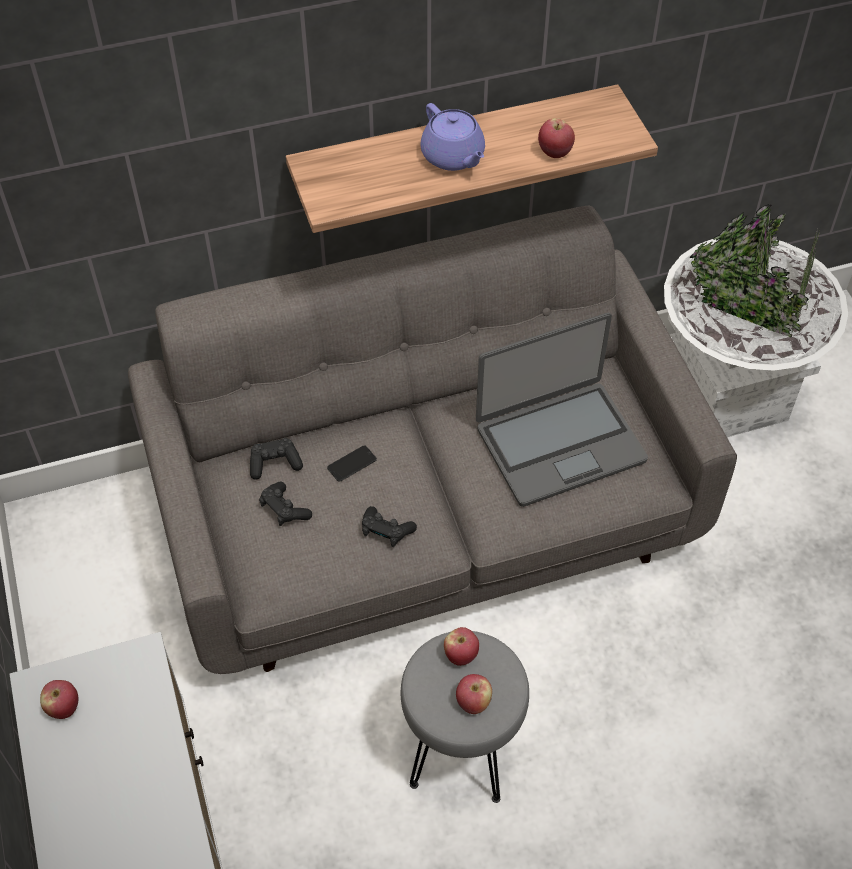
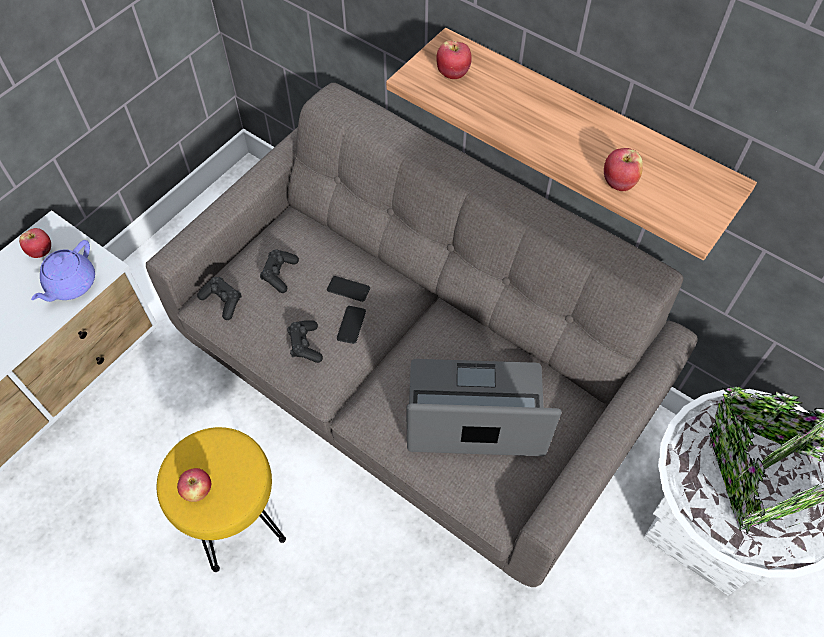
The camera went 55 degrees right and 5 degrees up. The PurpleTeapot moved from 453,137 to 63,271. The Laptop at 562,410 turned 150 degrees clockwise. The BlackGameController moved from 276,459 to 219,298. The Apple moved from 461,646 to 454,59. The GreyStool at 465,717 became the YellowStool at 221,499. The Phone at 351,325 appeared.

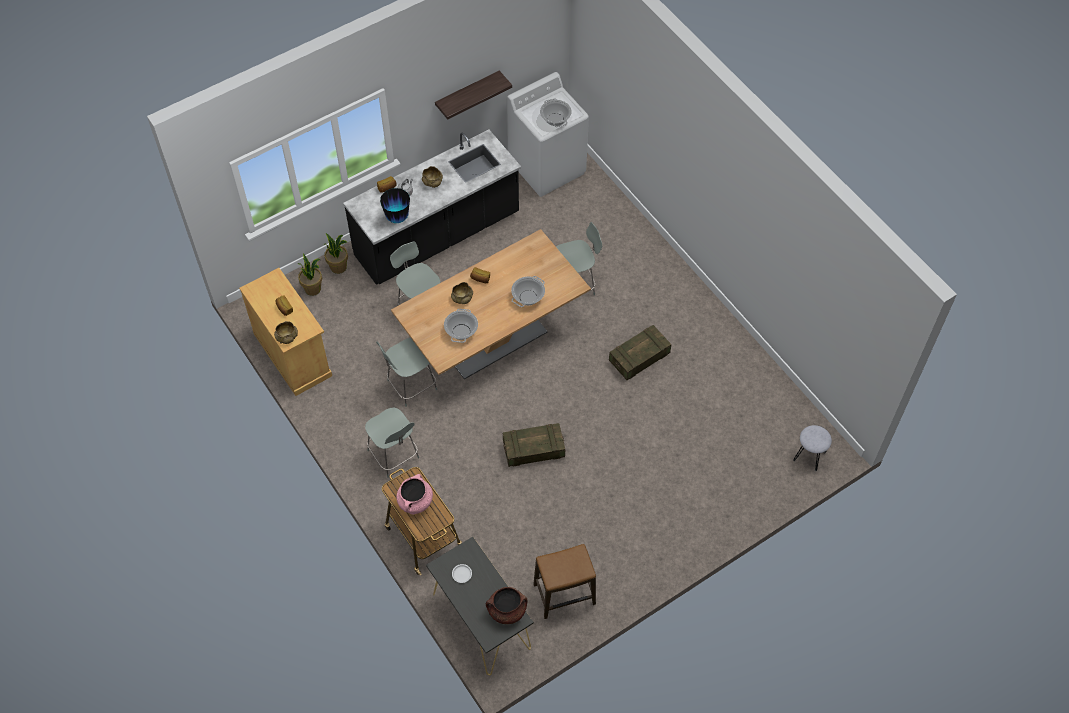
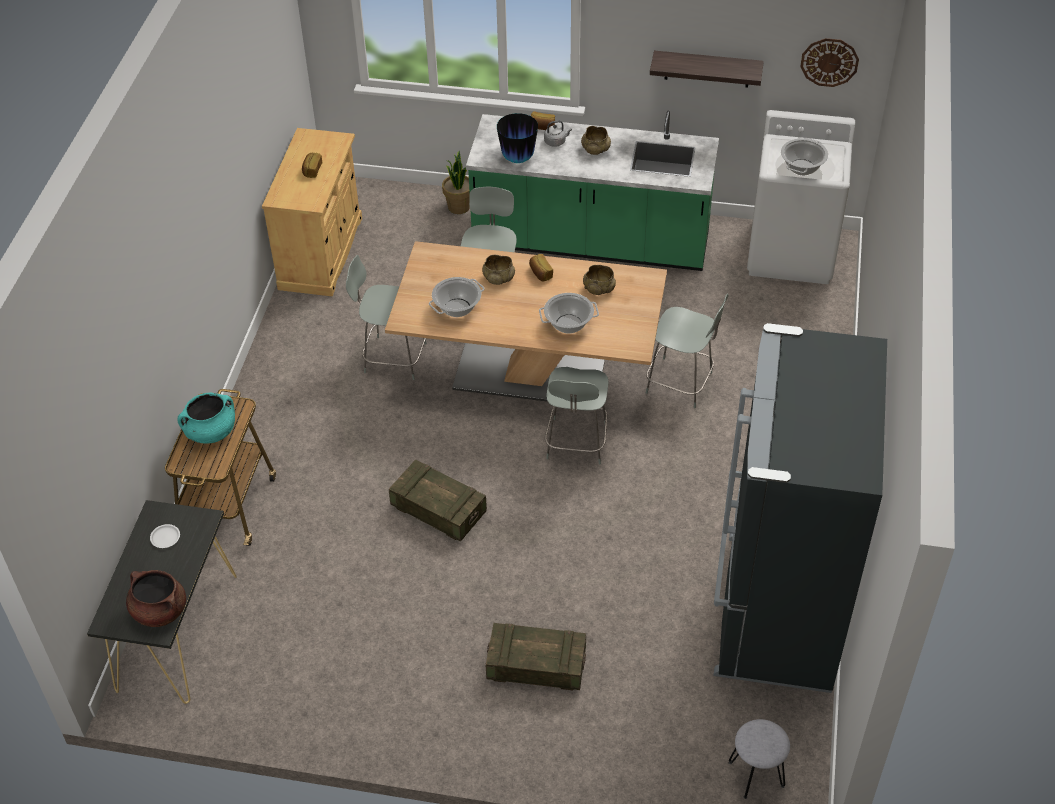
The camera went 45 degrees right and 10 degrees down. The BlackCounter at 432,207 became the GreenCounter at 592,191. The PottedPlant at 310,274 disappeared. The BeigeBowl moved from 286,332 to 599,280. The Crate moved from 640,352 to 536,656. The GreyChair moved from 392,442 to 577,415. The PinkCookingPot at 414,494 became the TurquoiseCookingPot at 206,418. The Stool at 564,581 disappeared. The WallClock at 829,62 appeared. The BlackFridge at 800,508 appeared.

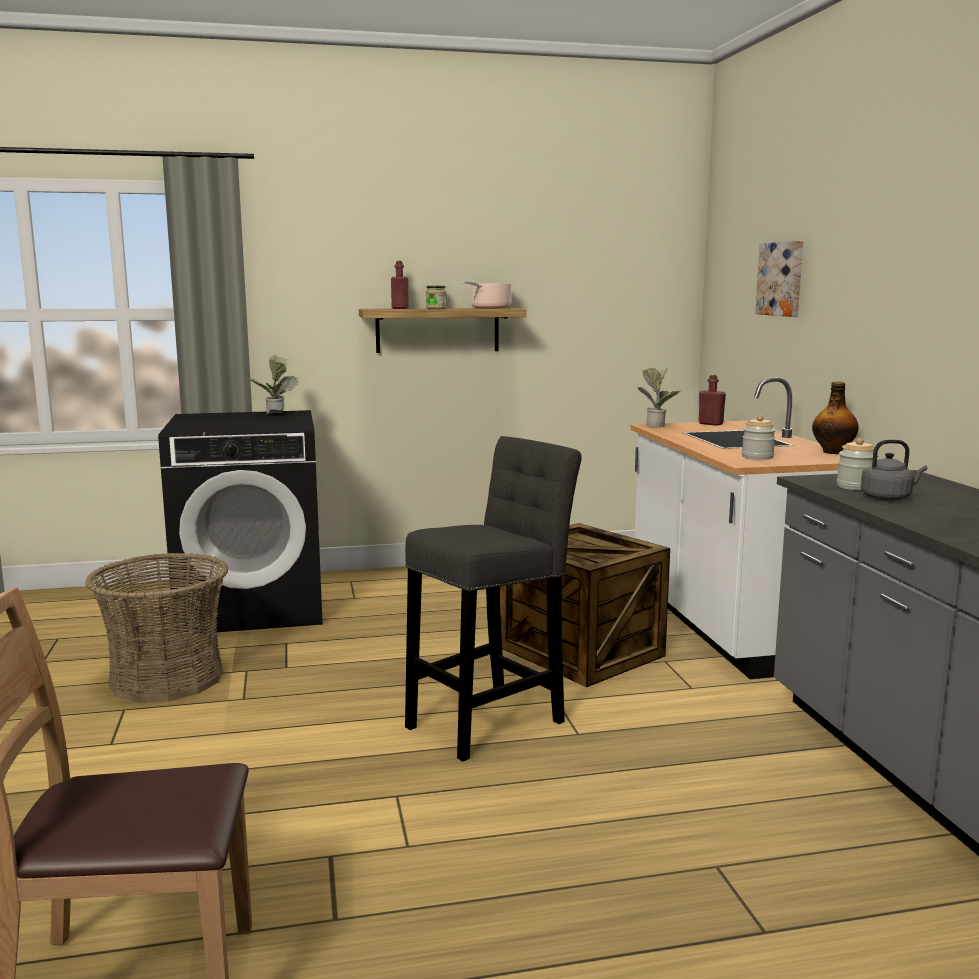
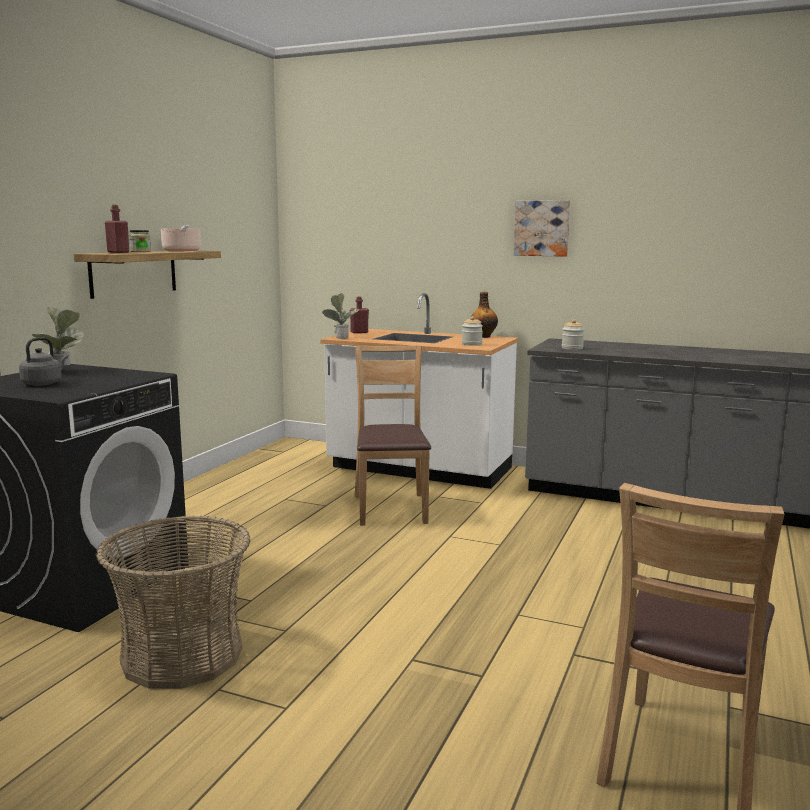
The camera went 55 degrees left and 0 degrees up. The Picture moved from 779,279 to 542,228. The GreyStool at 493,598 disappeared. The GreyKettle moved from 894,470 to 43,361. The Crate at 585,605 was replaced by the BrownChair at 393,435.

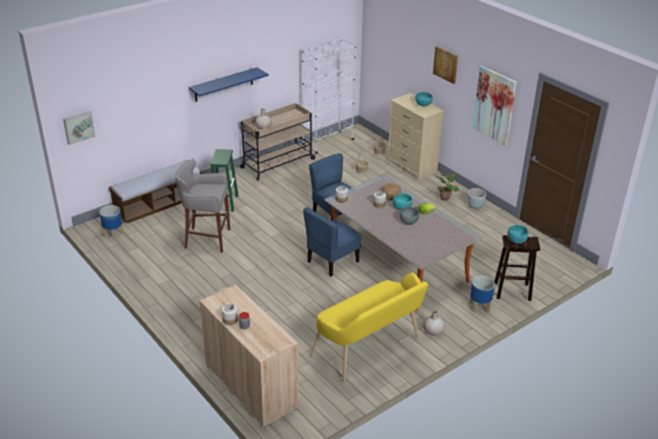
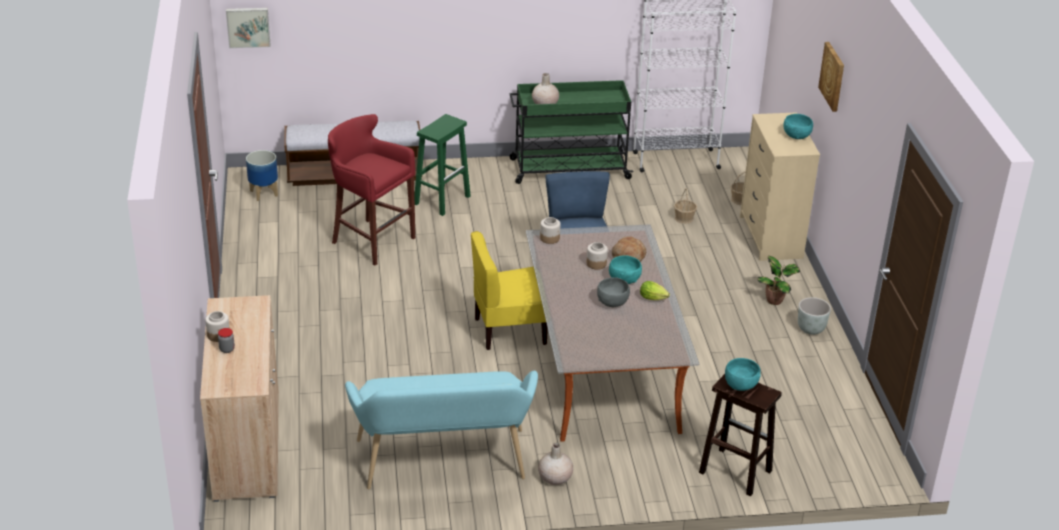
The camera went 30 degrees right and 0 degrees up. The Picture at 494,106 disappeared. The BlueShelf at 229,84 disappeared. The BeigeCart at 278,141 became the GreenCart at 571,132. The GreyStool at 202,206 became the RedStool at 371,190. The BlueChair at 332,242 became the YellowChair at 509,290. The YellowBench at 369,327 became the TurquoiseBench at 441,430. The Planter at 482,294 disappeared.

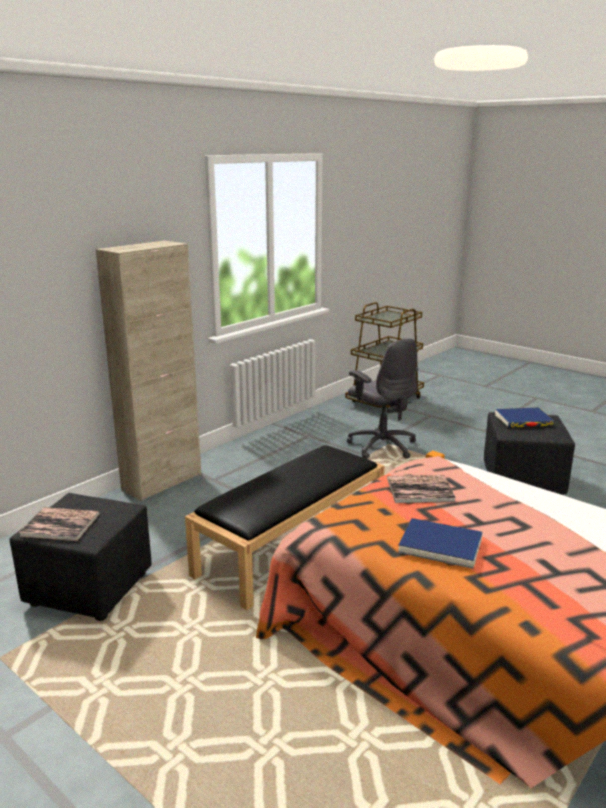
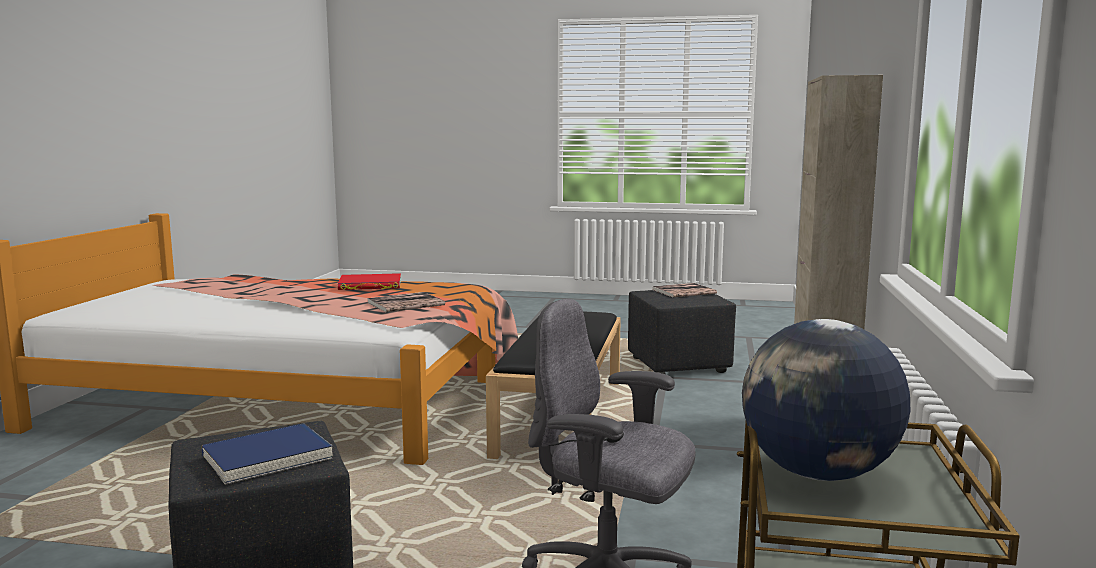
The camera went 150 degrees right and 10 degrees down. The BlueBook at 440,543 became the RedBook at 369,281. The Globe at 826,400 appeared.

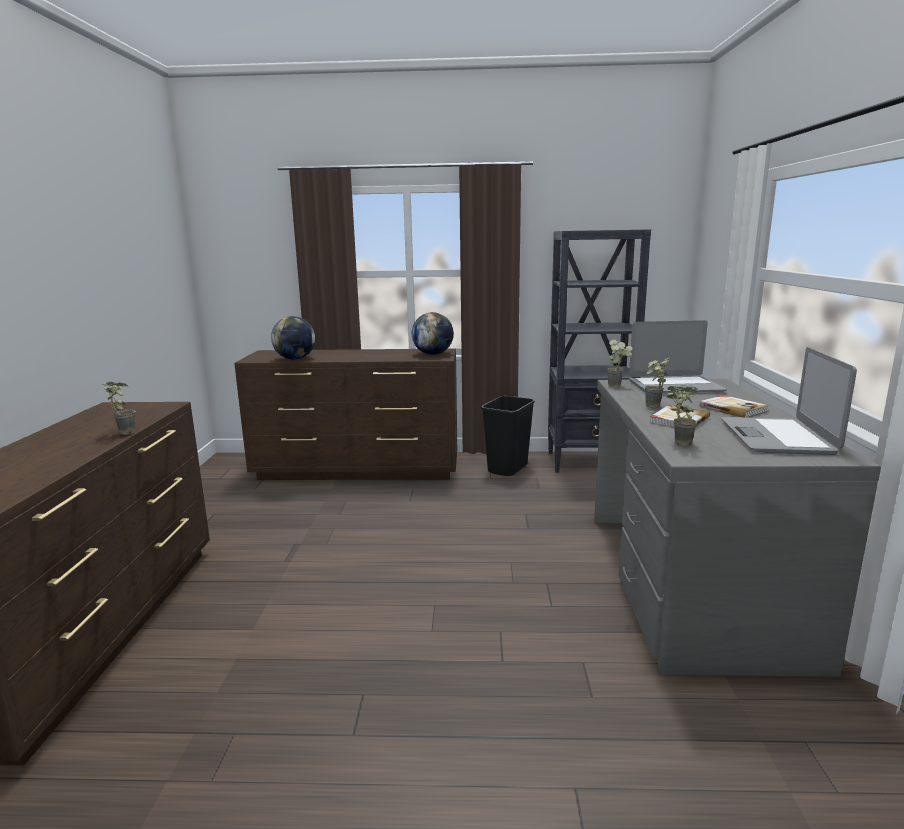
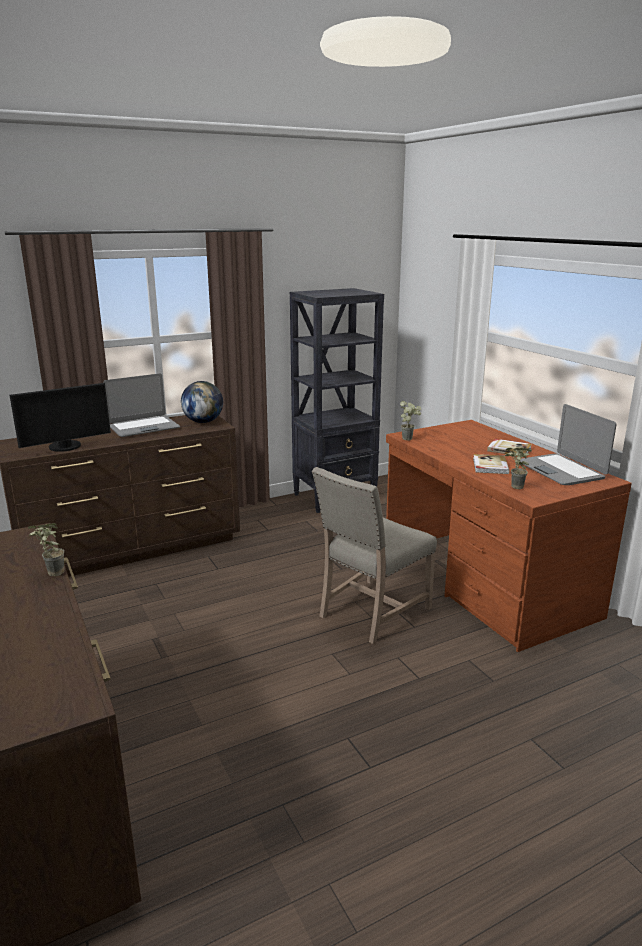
The camera went 30 degrees left and 5 degrees up. The Globe at 293,338 was replaced by the Monitor at 60,417. The Laptop moved from 678,356 to 141,405. The PottedPlant at 658,382 disappeared. The GreyDesk at 737,528 became the BrownDesk at 509,536. The BlackTrashCan at 508,436 disappeared. The BeigeChair at 374,555 appeared.

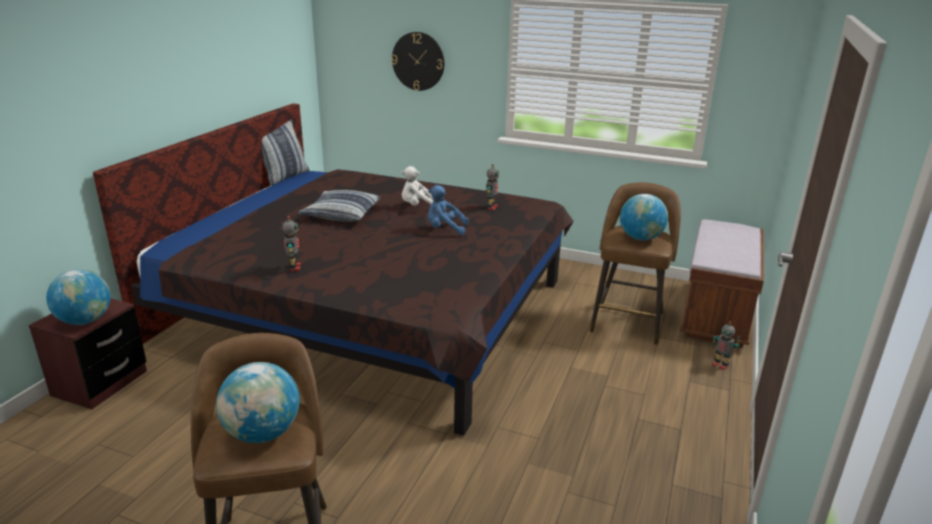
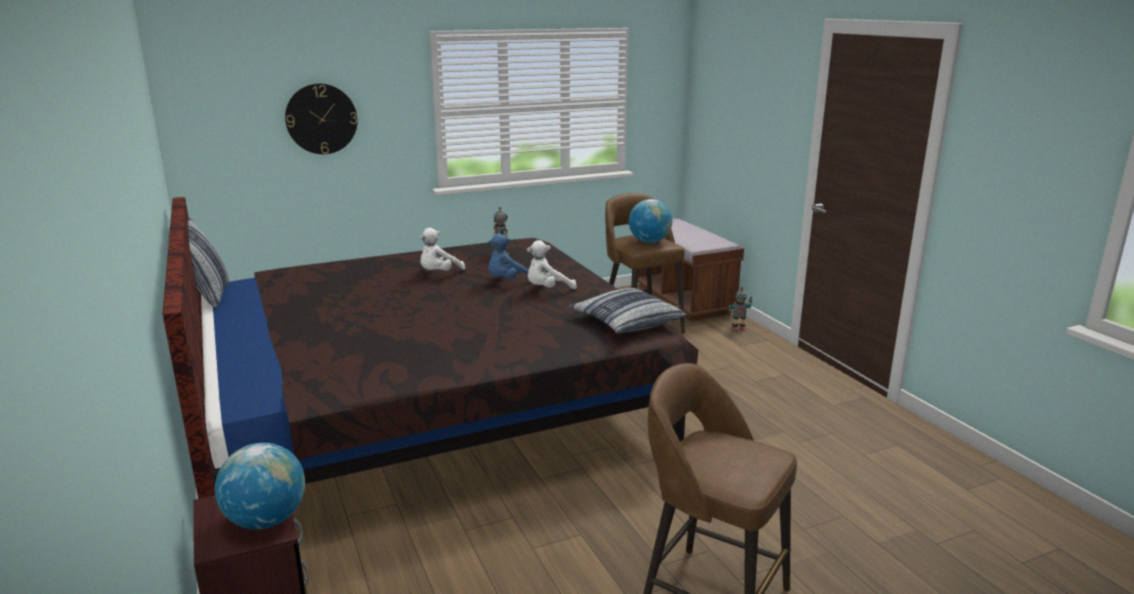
The camera went 45 degrees left and 5 degrees down. The Pillow moved from 339,206 to 627,311. The ToyRobot at 291,243 disappeared. The Globe at 258,402 disappeared. The WhitePlushToy at 552,264 appeared.

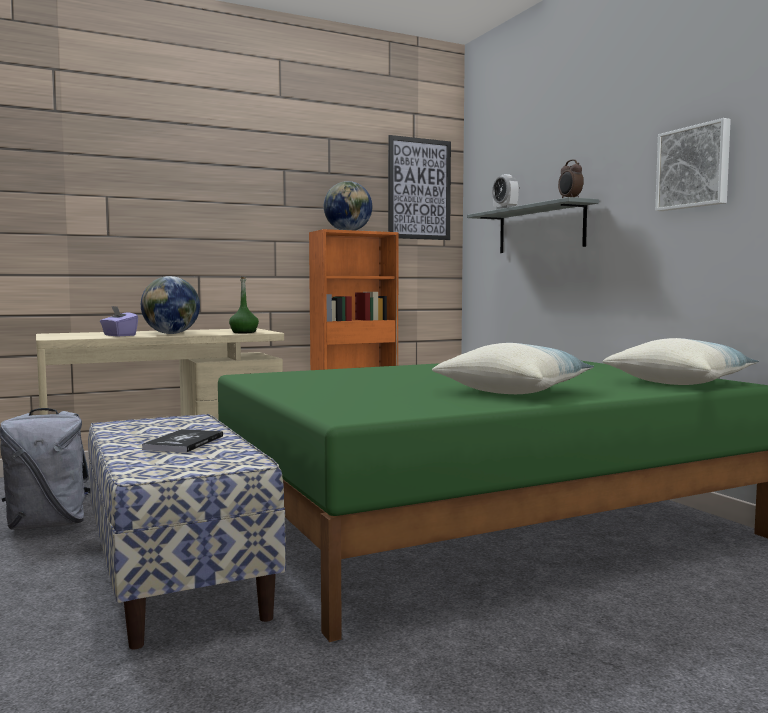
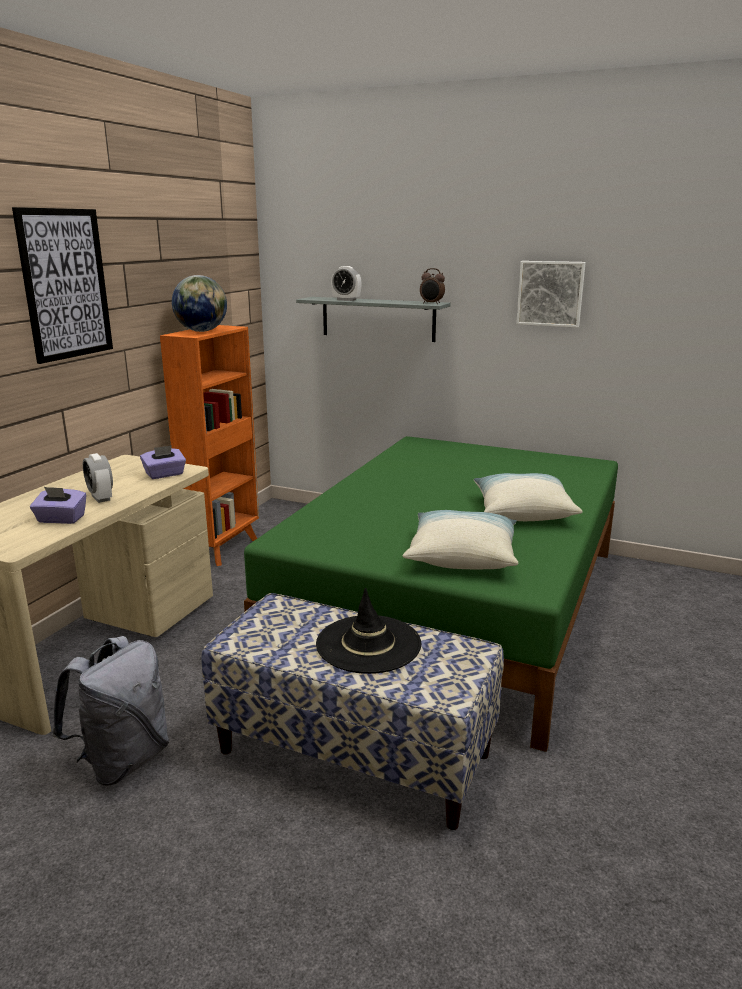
The camera went 40 degrees left and 15 degrees up. The Picture moved from 419,187 to 62,285. The Globe at 170,305 was replaced by the AlarmClock at 98,478. The GreenBottle at 244,305 was replaced by the PurpleTissueBox at 163,462. The Pillow moved from 680,361 to 461,540. The Book at 182,441 was replaced by the BlackHat at 368,631.

